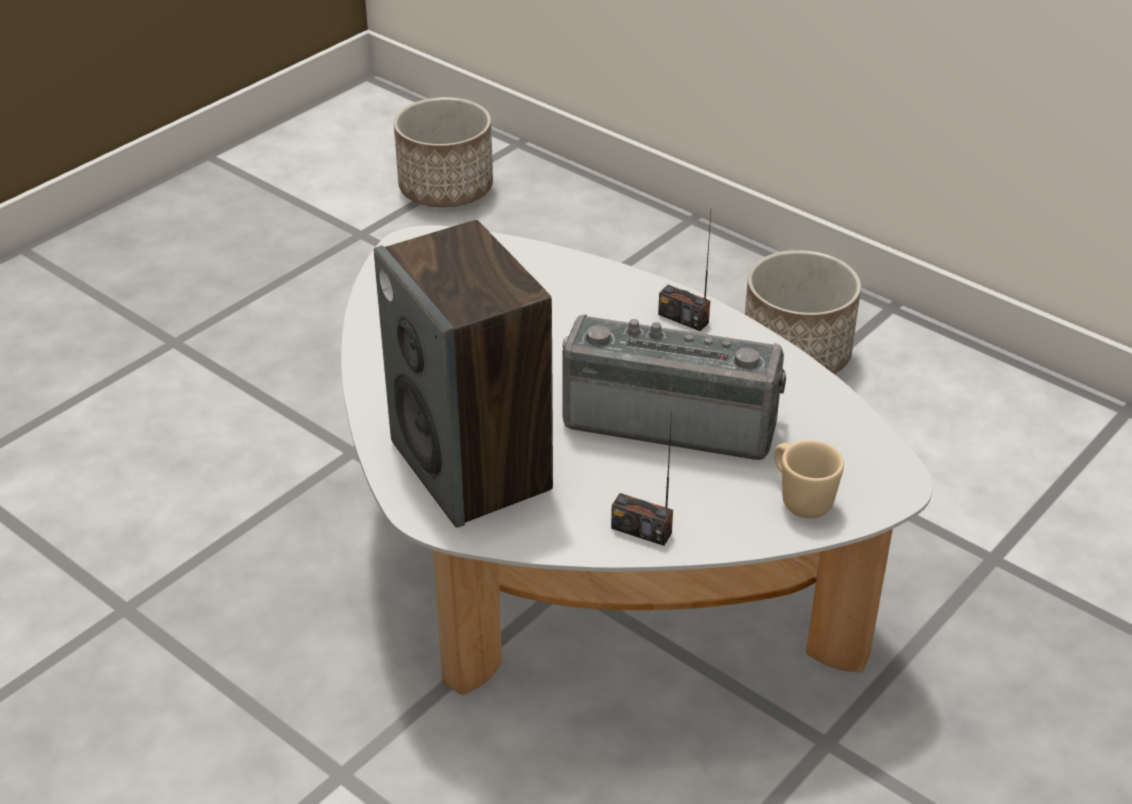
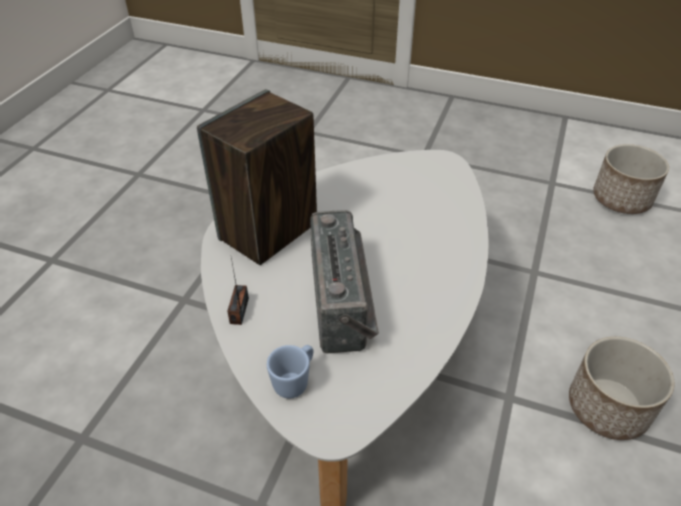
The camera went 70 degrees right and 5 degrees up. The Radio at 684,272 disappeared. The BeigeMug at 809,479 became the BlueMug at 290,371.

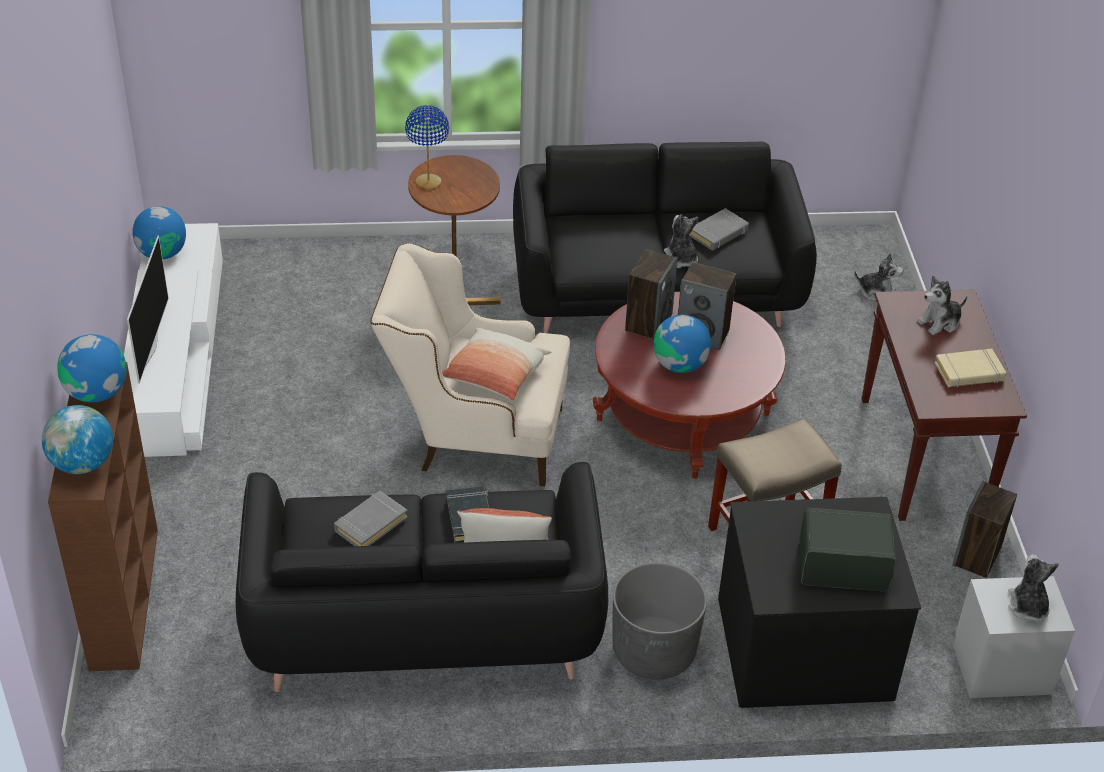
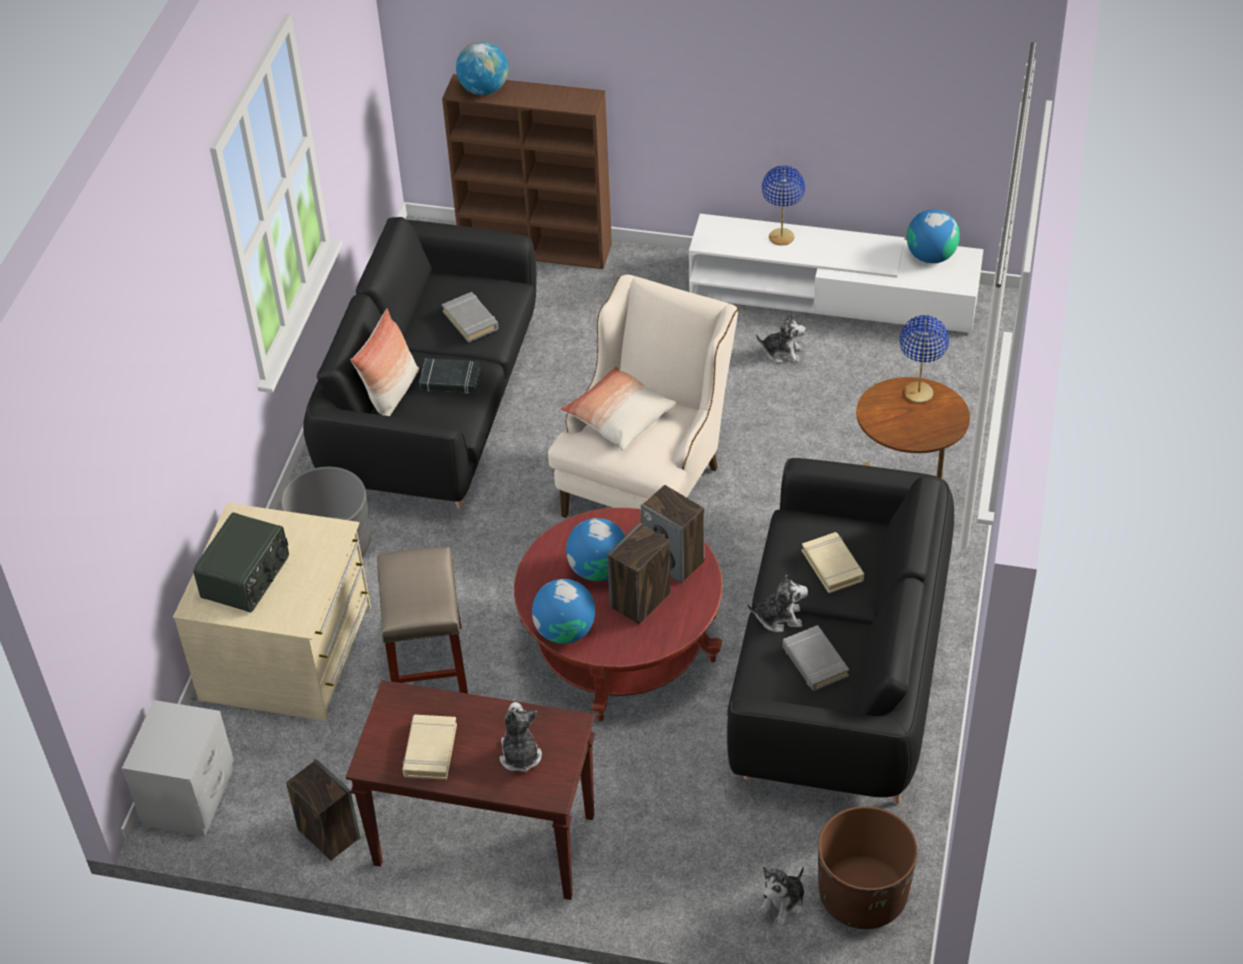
The camera went 110 degrees right and 5 degrees up. The Television at 148,310 was replaced by the BlueTableLamp at 783,205. The Globe moved from 91,368 to 563,611. The BlackDresser at 819,602 became the BeigeDresser at 272,612. The PlushToy moved from 1033,587 to 781,338. The BeigeBook at 833,562 appeared. The BrownPlanter at 868,867 appeared.

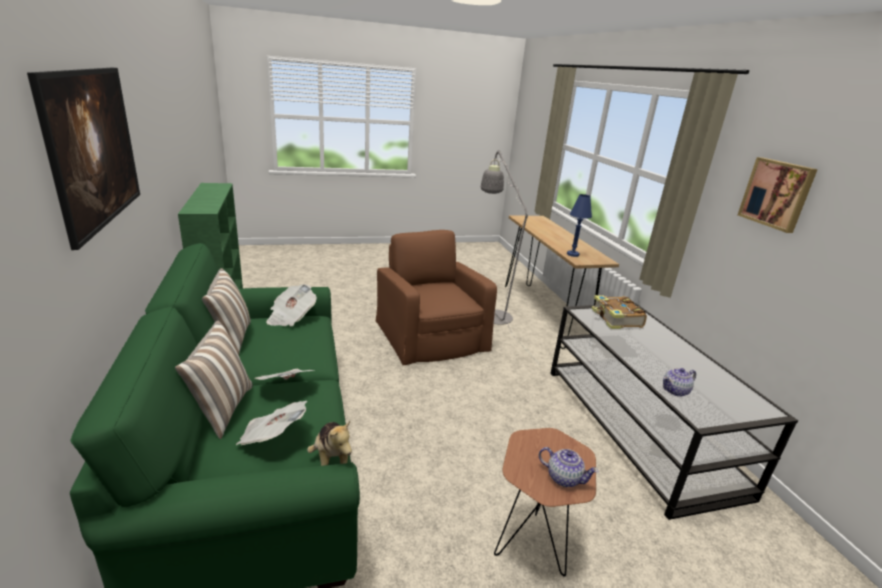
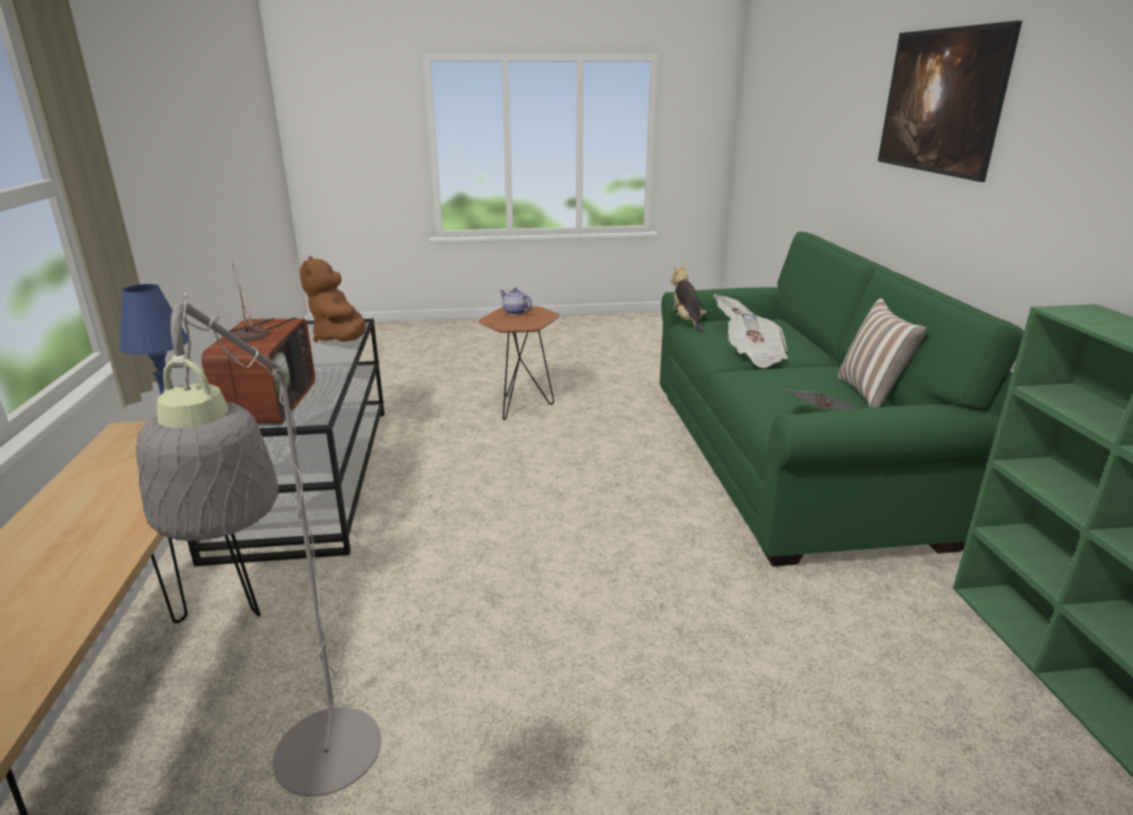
The camera went 170 degrees left and 0 degrees up. The Picture at 778,195 disappeared. The BrownArmchair at 436,298 disappeared. The Book at 619,312 was replaced by the Television at 258,342. The Pillow at 214,380 disappeared. The Teapot at 679,382 was replaced by the BrownPlushToy at 333,299.

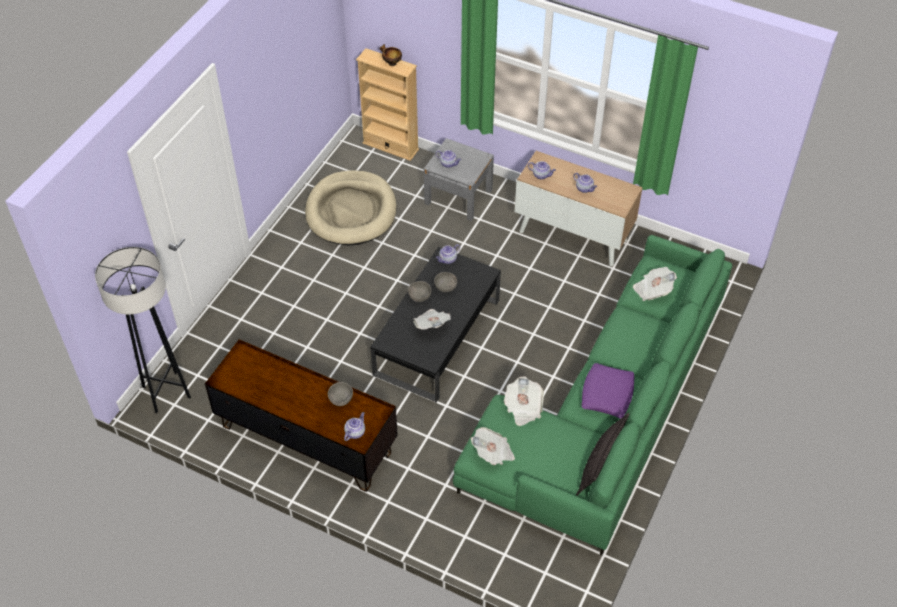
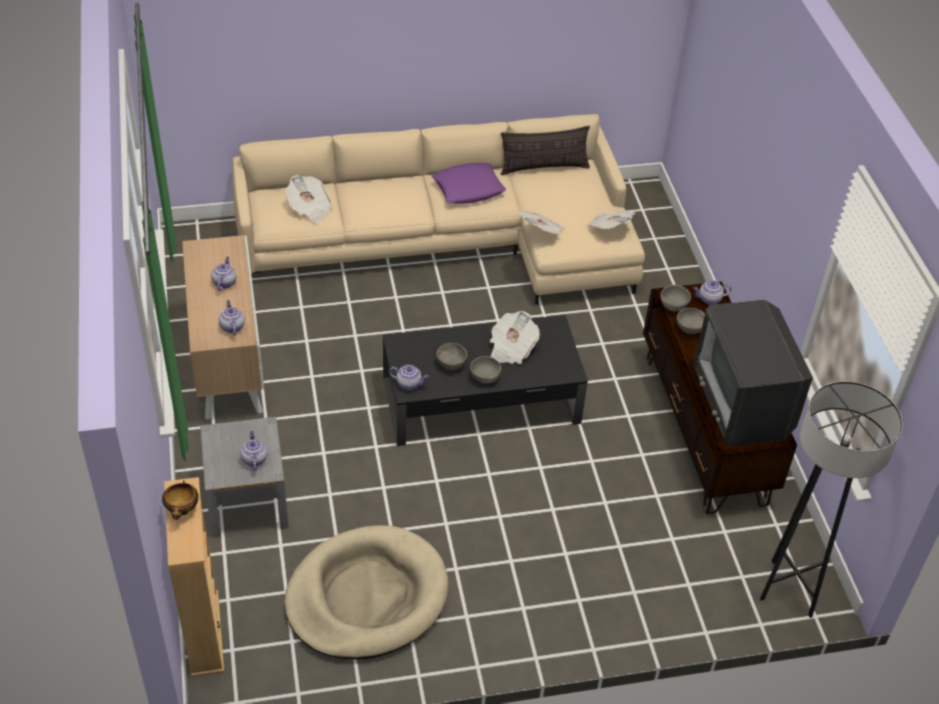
The camera went 130 degrees left and 5 degrees down. The GreenSofa at 592,395 became the BeigeSofa at 438,209. The GreyBowl at 676,298 appeared. The Television at 753,373 appeared.

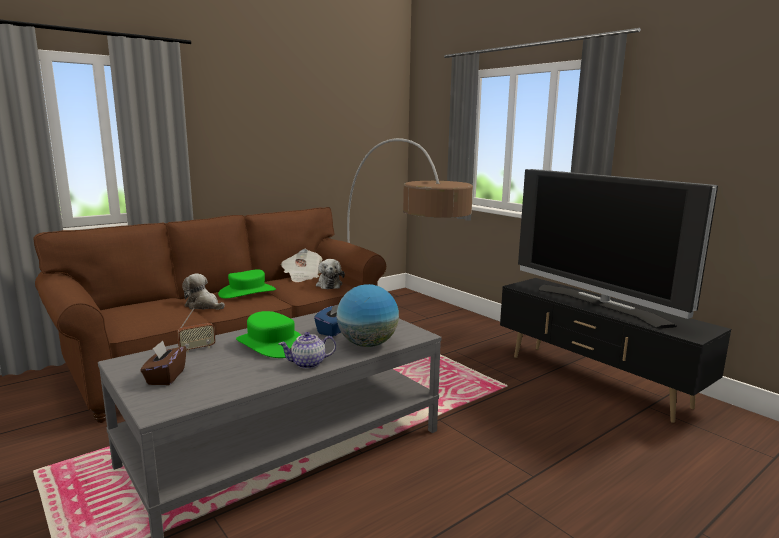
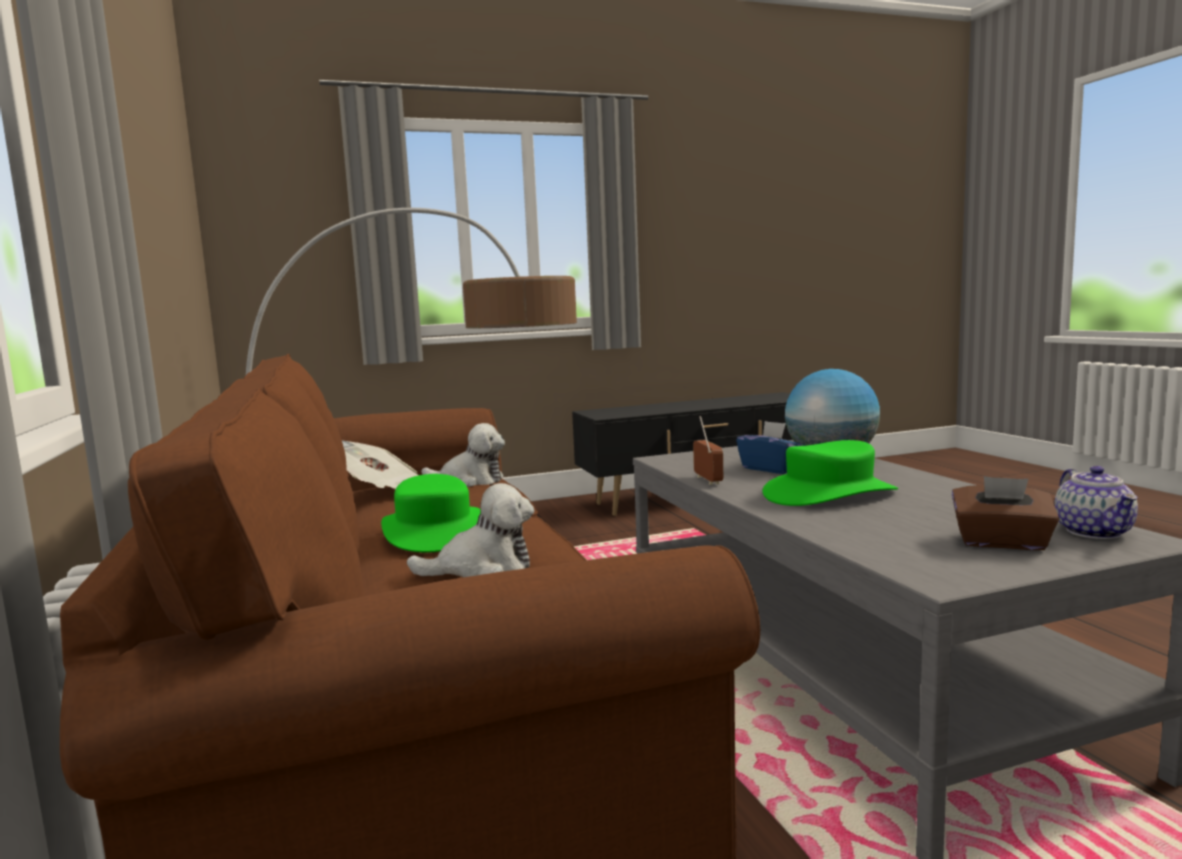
The camera went 70 degrees left and 5 degrees down. The Television at 618,249 disappeared. The PlushToy at 203,291 turned 150 degrees counterclockwise. The Radio moved from 196,330 to 708,450. The Teapot moved from 307,350 to 1096,502.

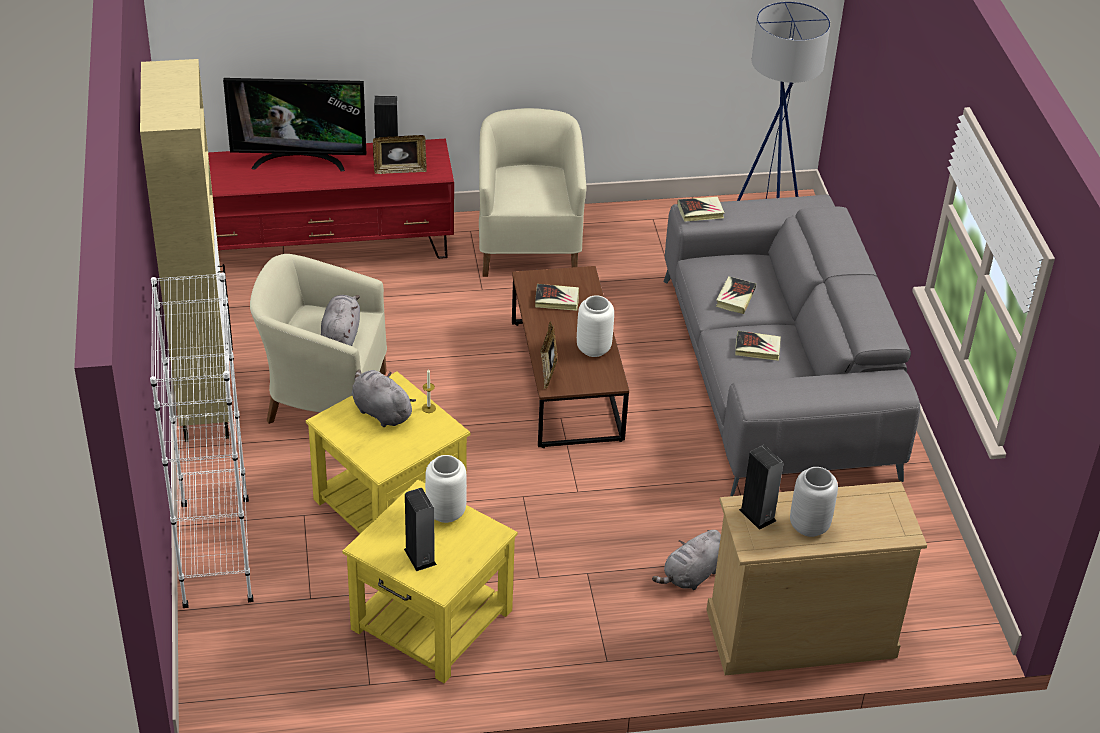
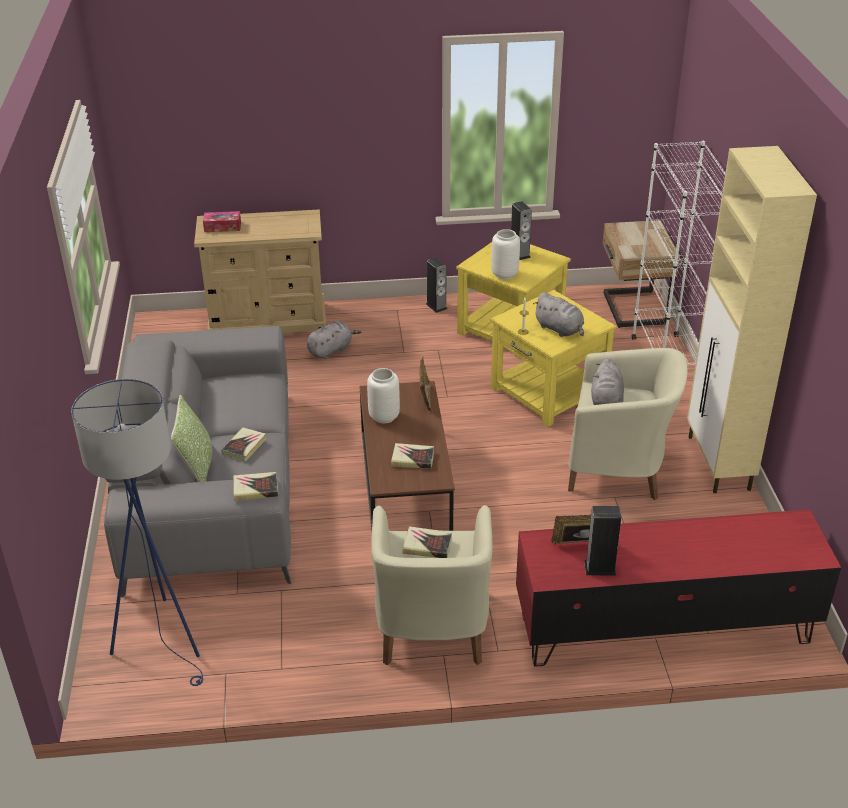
The camera went 175 degrees left and 5 degrees down. The Television at 294,125 disappeared. The Book moved from 758,346 to 427,542. The Speaker moved from 761,487 to 436,285. The GreyVase at 814,502 disappeared. The TissueBox at 222,221 appeared. The BeigeNightstand at 641,274 appeared. The Pillow at 191,438 appeared.

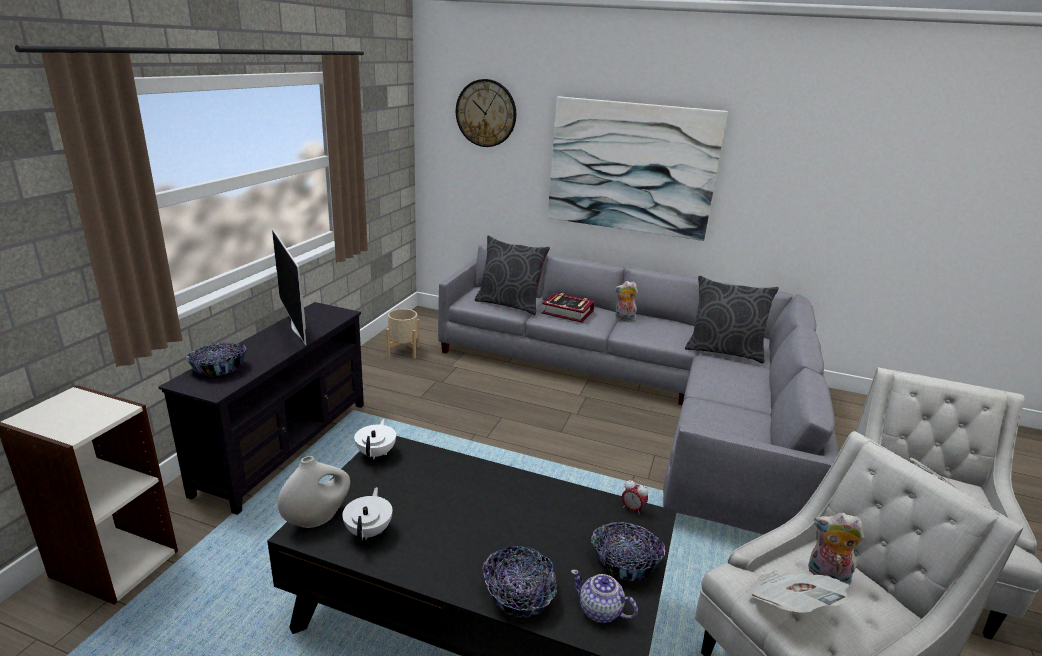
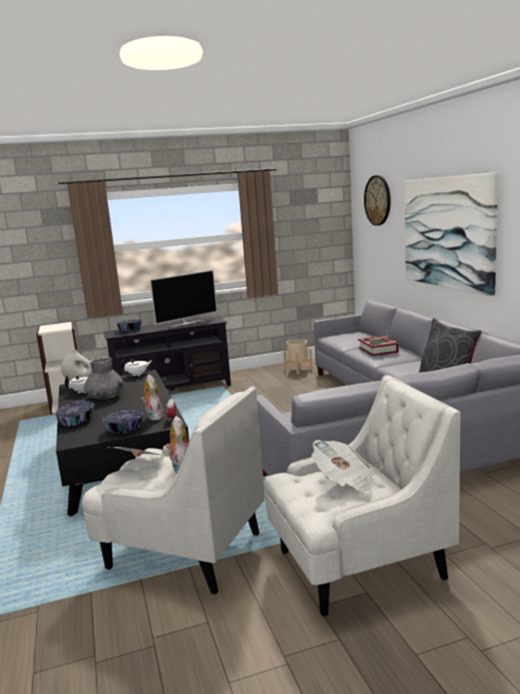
The camera went 55 degrees right and 10 degrees down. The Television at 289,287 turned 150 degrees counterclockwise. The GreyPillow at 512,275 disappeared. The PlushToy moved from 626,301 to 152,397. The Teapot at 604,596 disappeared. The GreyVase at 104,378 appeared.

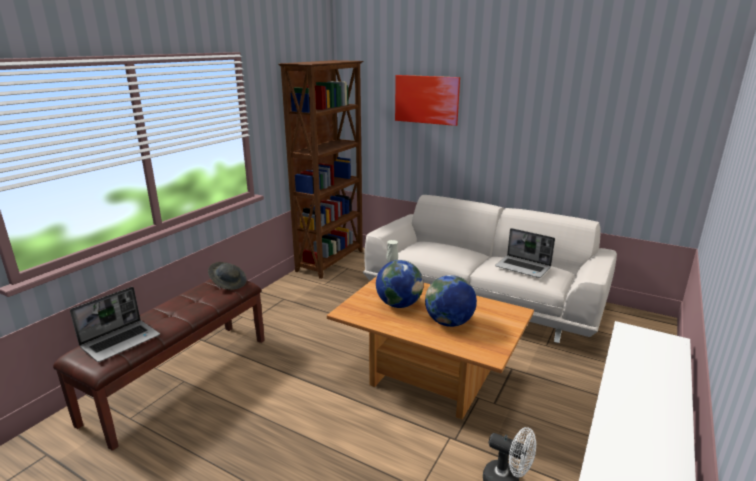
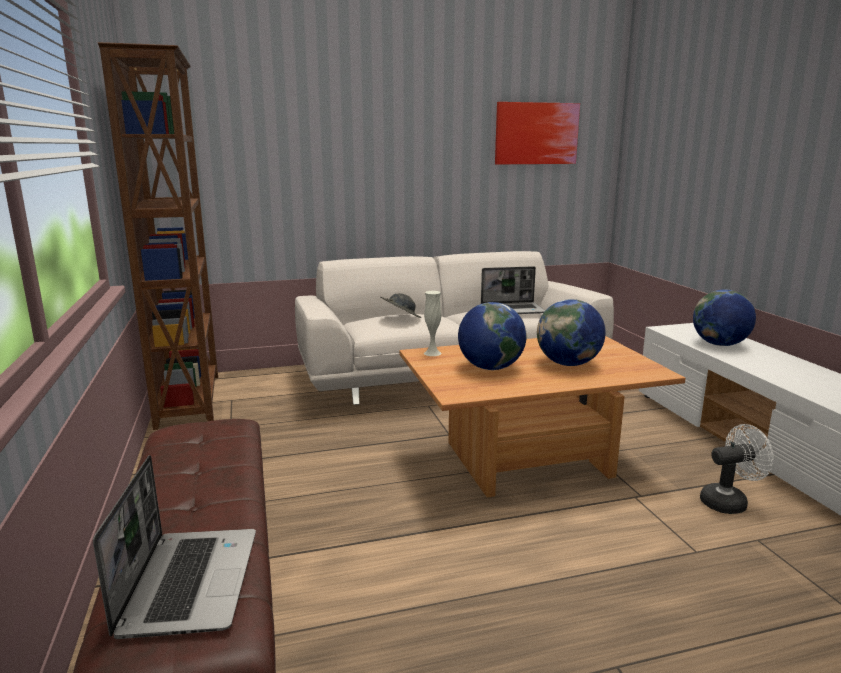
The camera went 45 degrees left and 5 degrees down. The Picture moved from 427,100 to 537,133. The GreyHat moved from 227,276 to 401,305. The Globe at 724,317 appeared.

